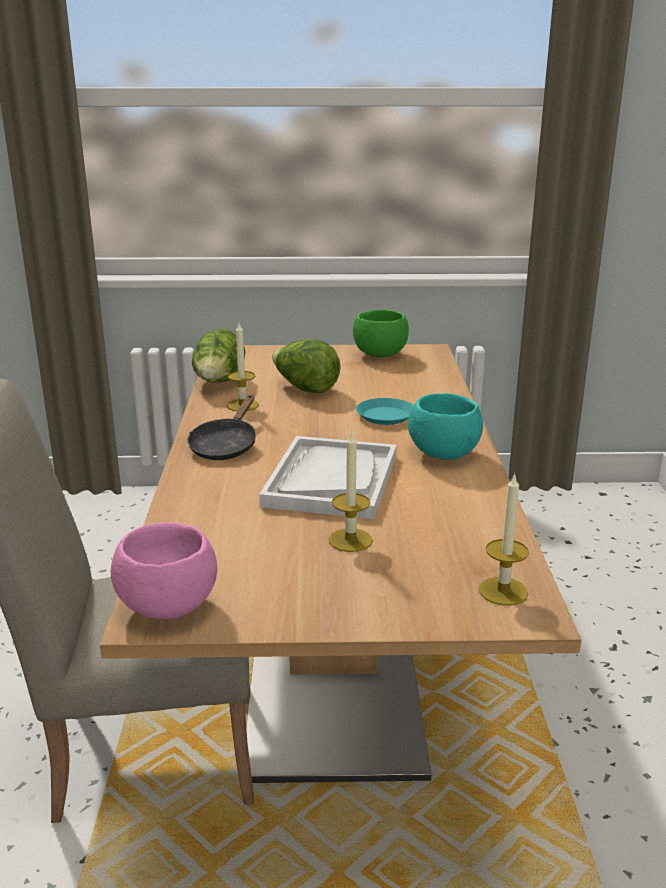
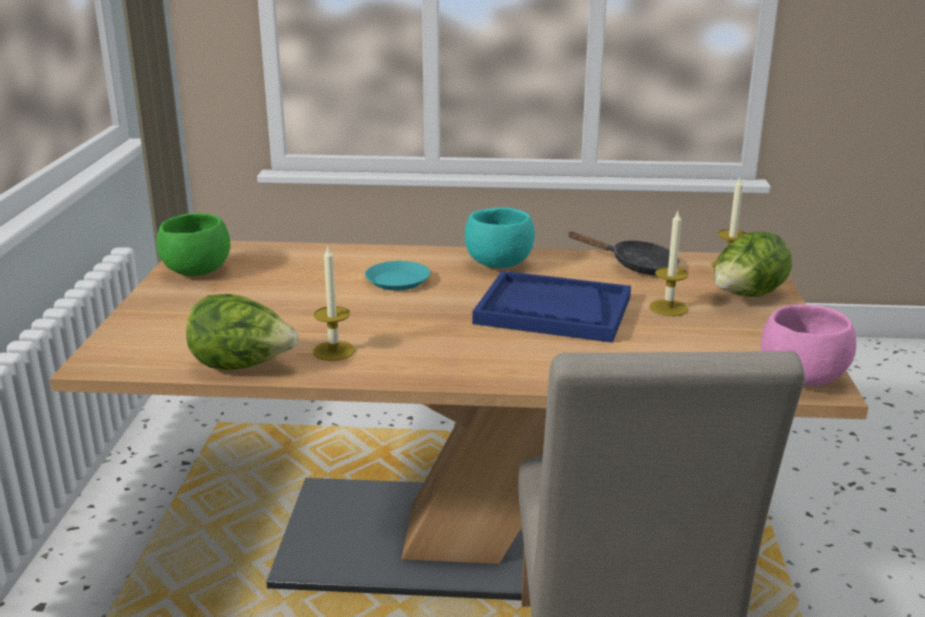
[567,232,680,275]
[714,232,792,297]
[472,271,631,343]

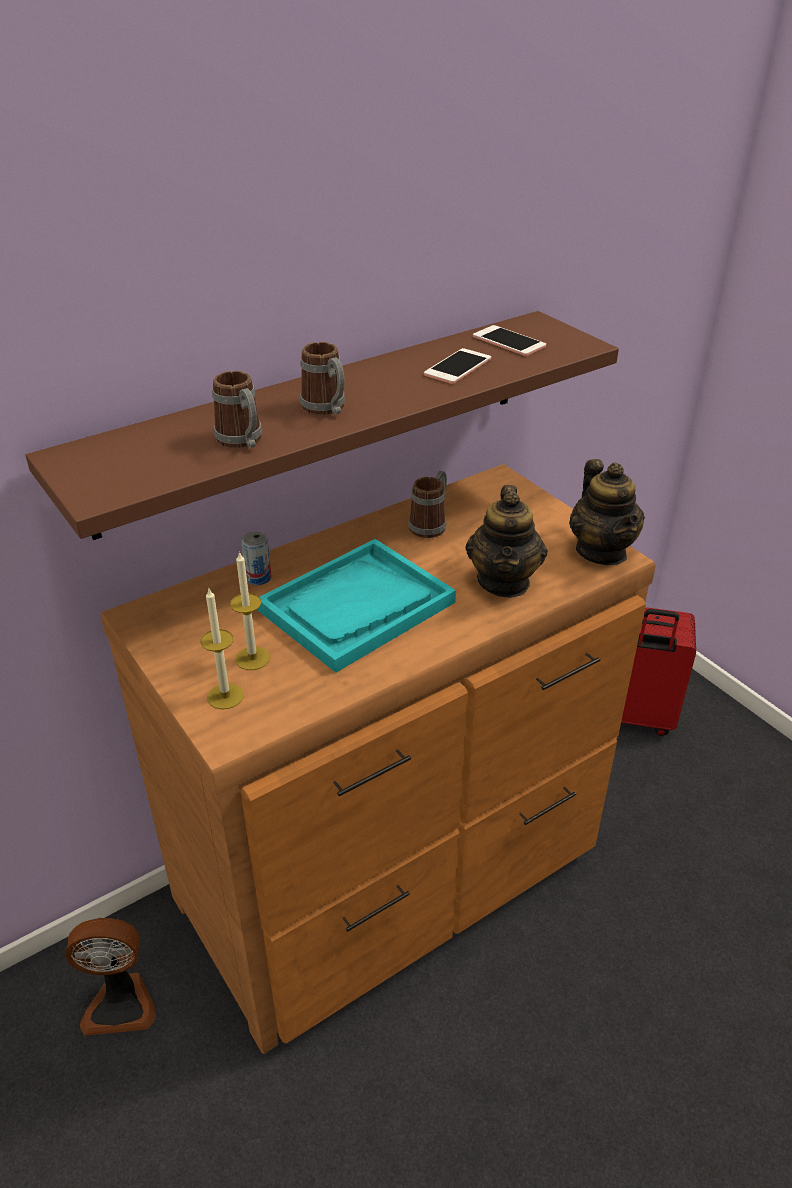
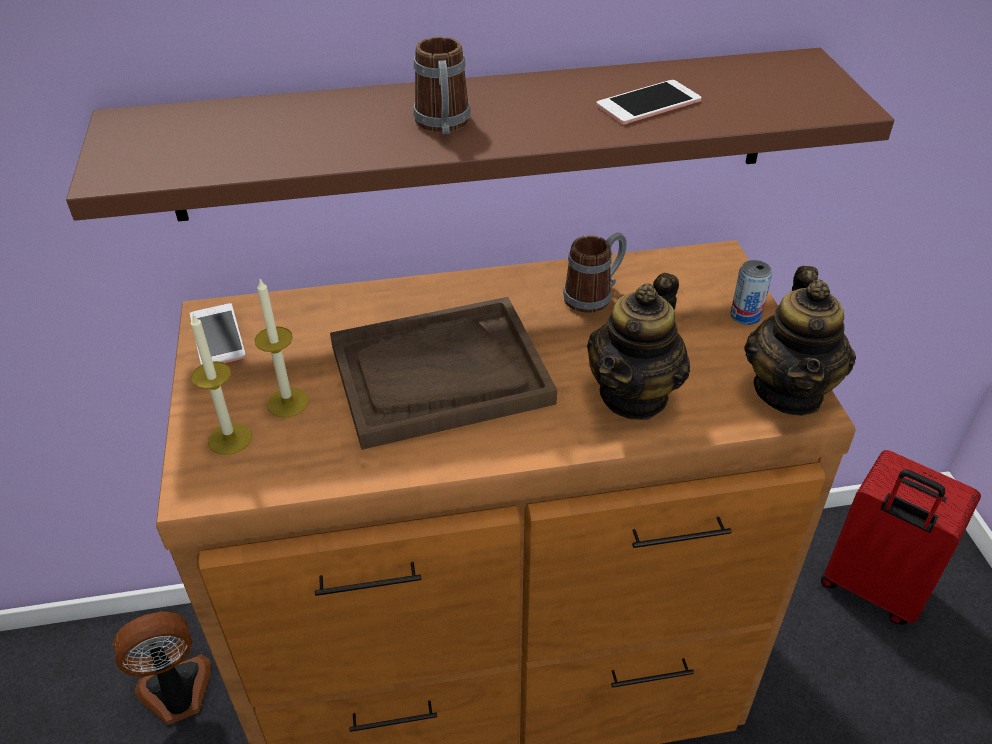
[212,371,262,448] (first image)
[730,260,772,325]
[190,303,246,365]
[330,297,557,450]
[113,612,211,725]

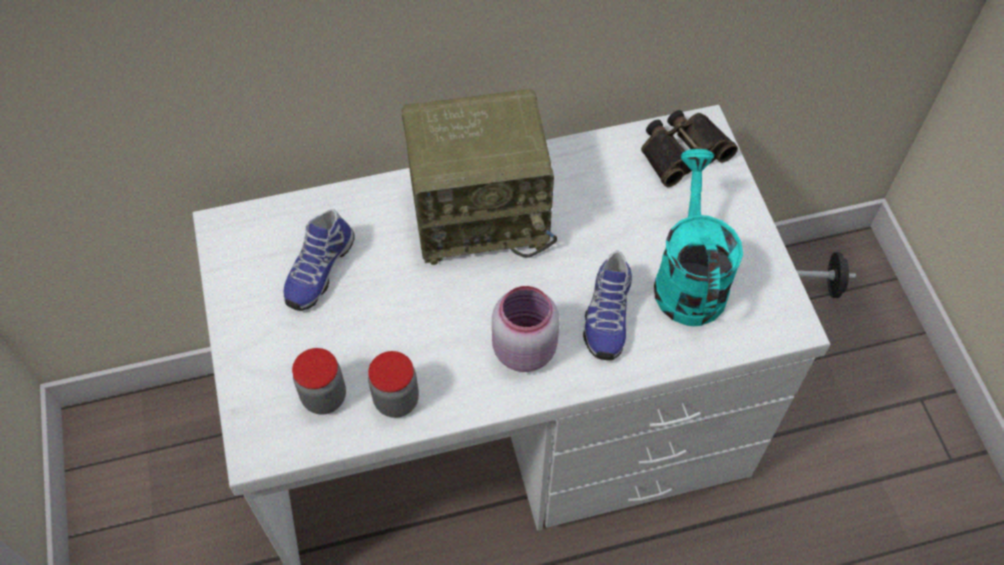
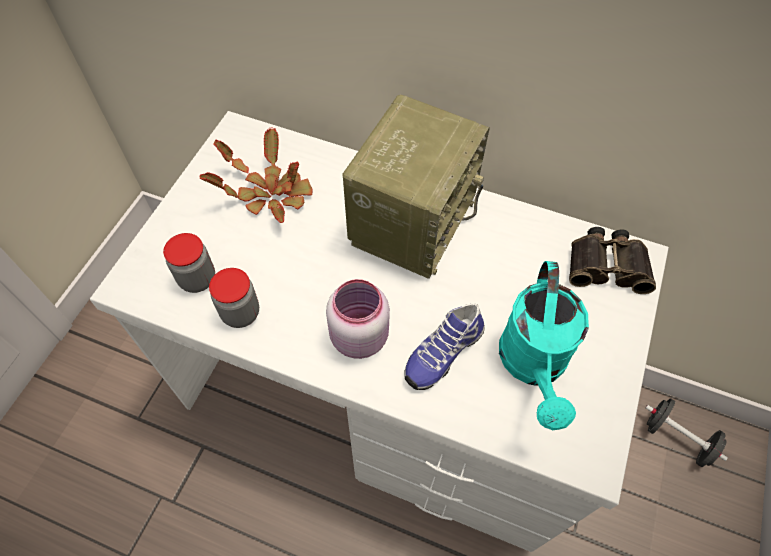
[199,127,313,223]
[343,95,490,279]
[499,261,589,430]

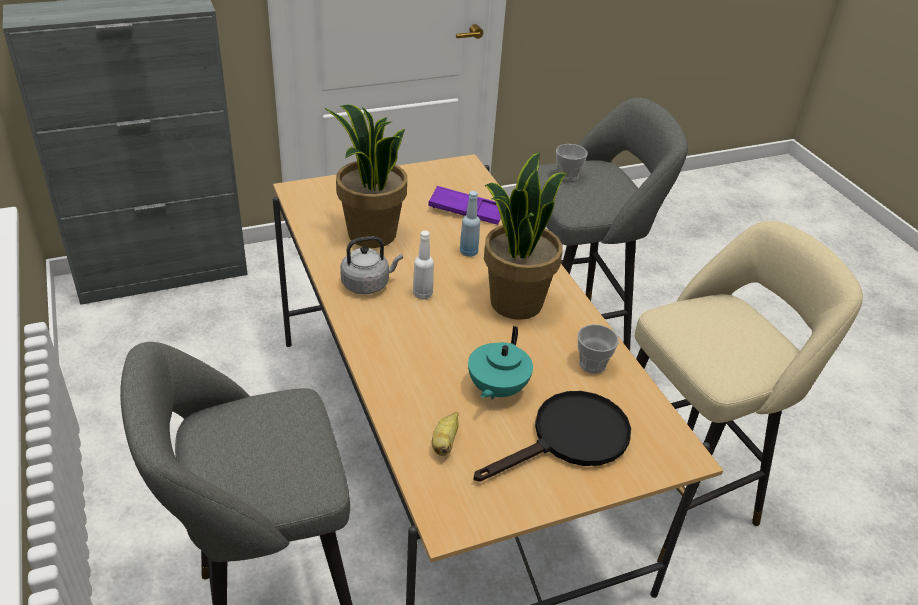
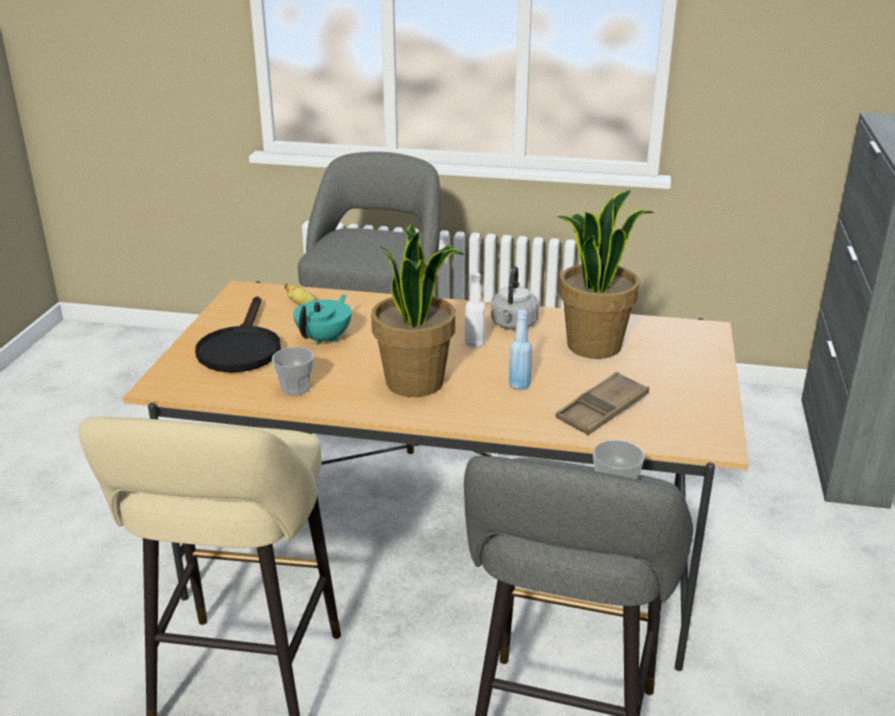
[556,372,649,435]
[293,294,352,345]

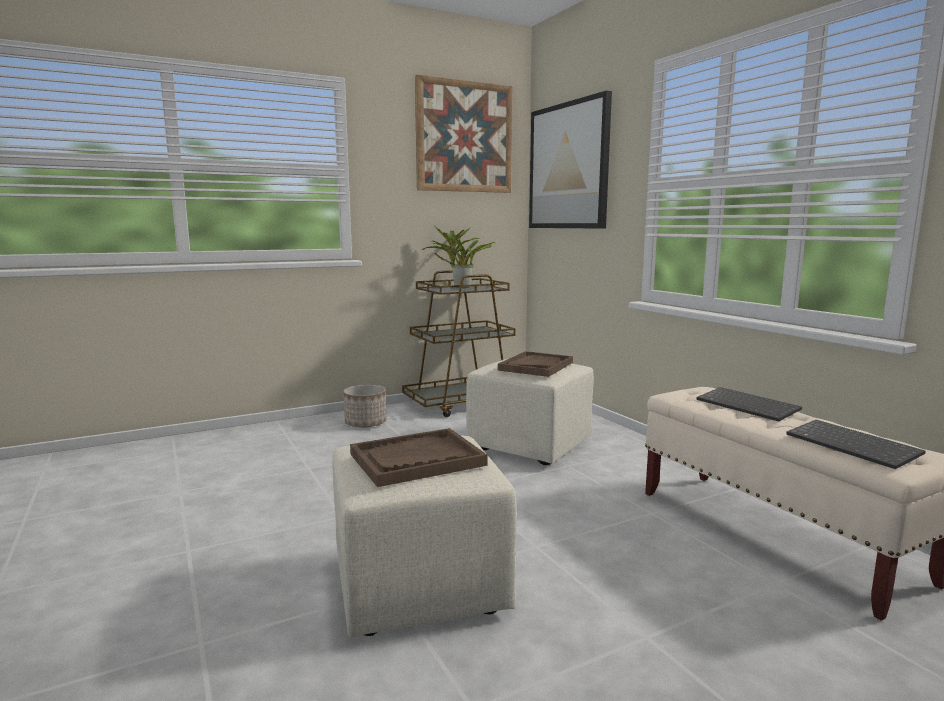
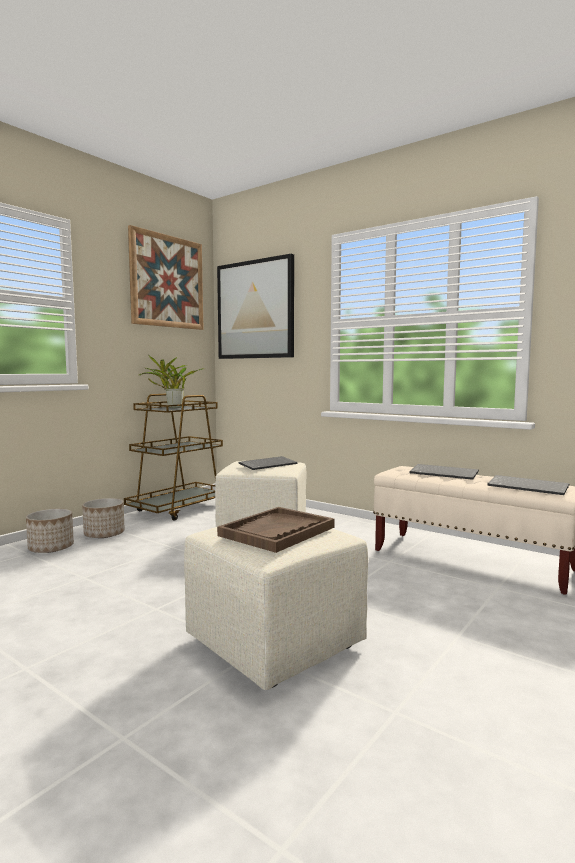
[26,509,74,553]
[239,456,298,470]

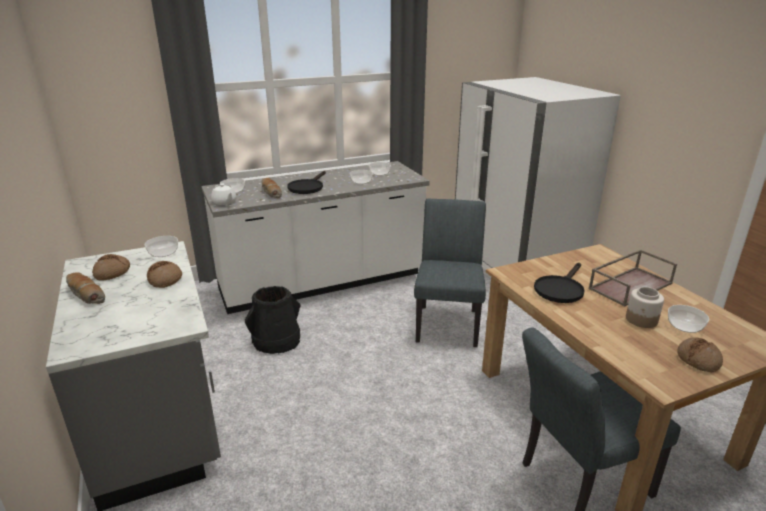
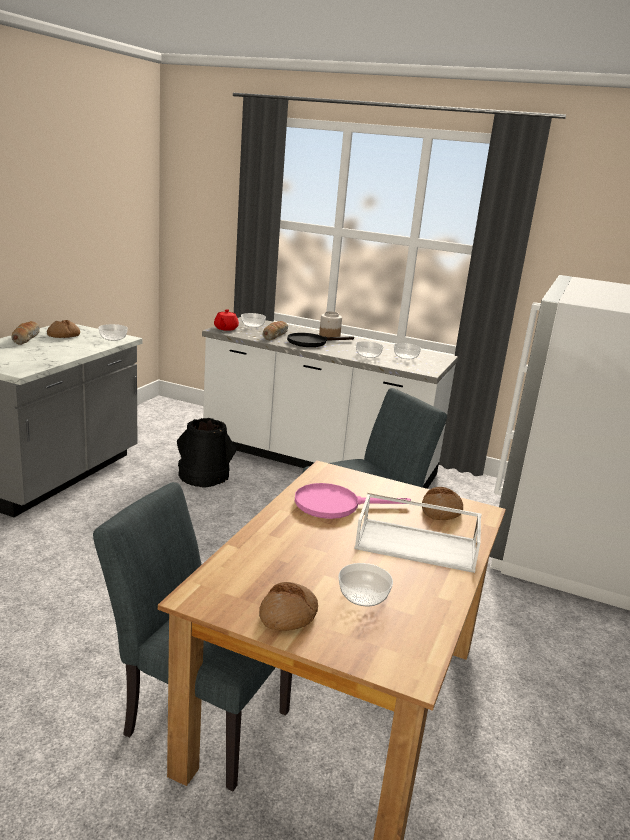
[422,487,463,520]
[319,311,342,337]
[214,309,239,331]
[295,483,411,519]
[354,493,482,573]

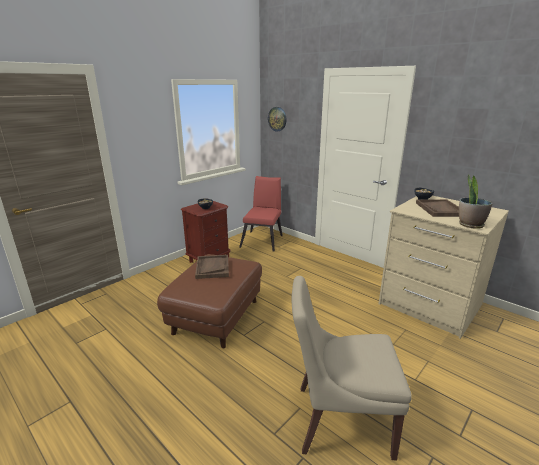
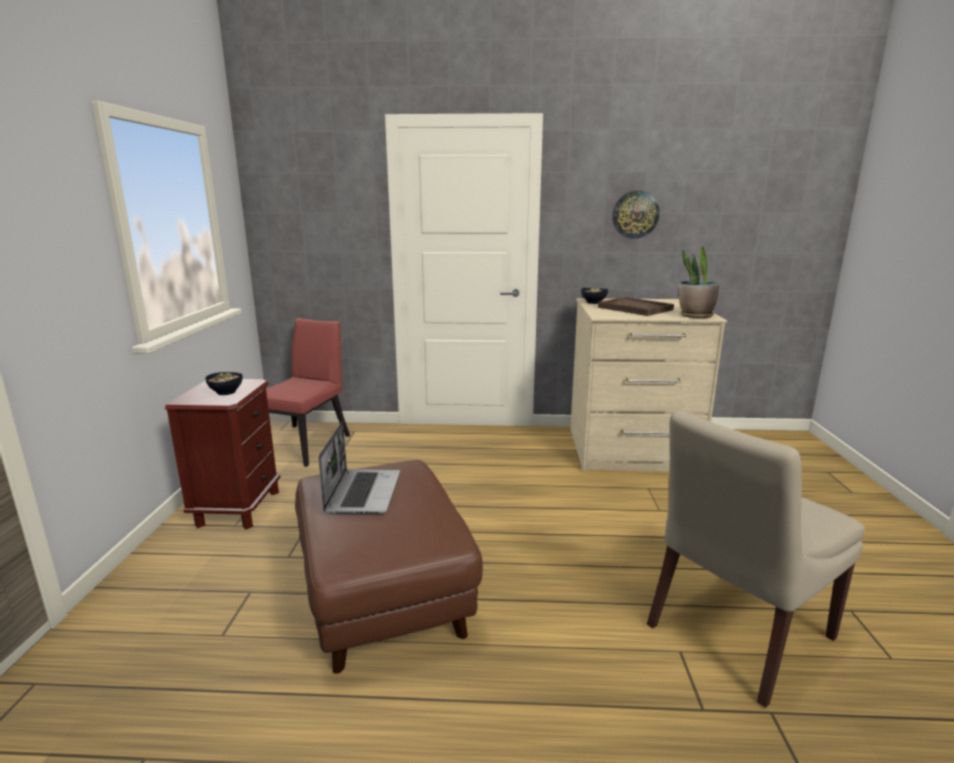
[612,191,660,238]
[318,422,400,514]
[266,318,350,467]

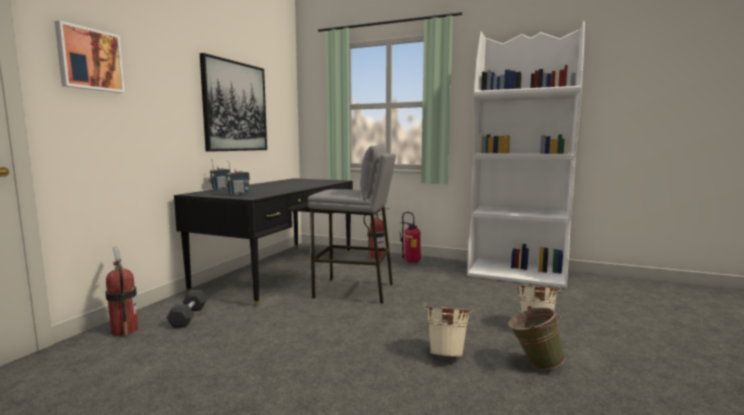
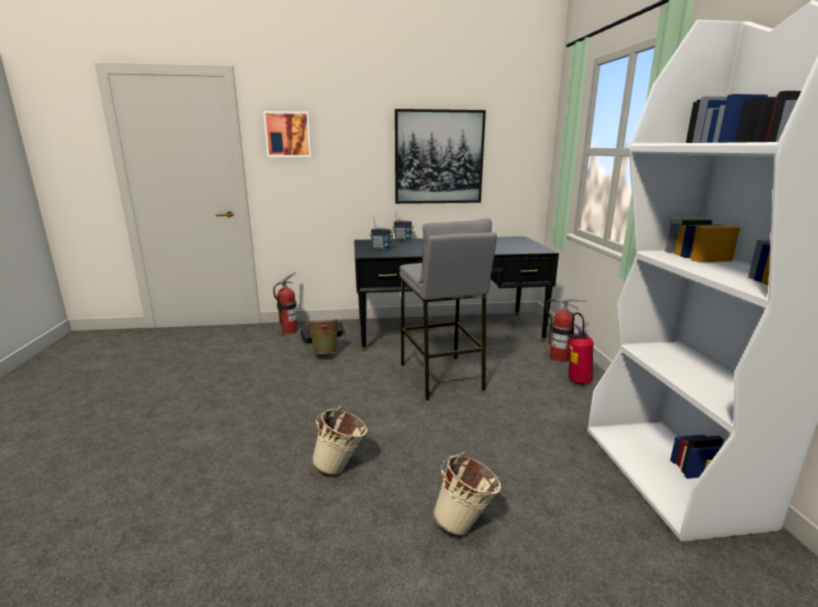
[306,319,340,354]

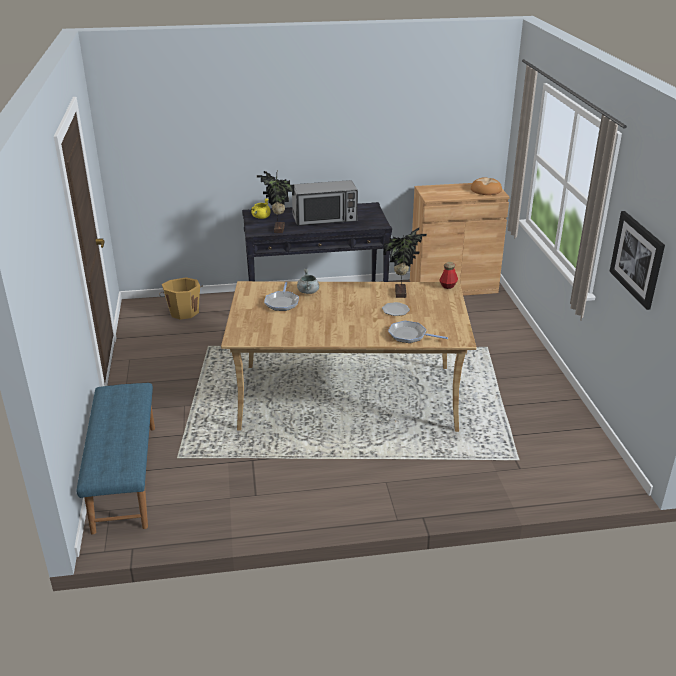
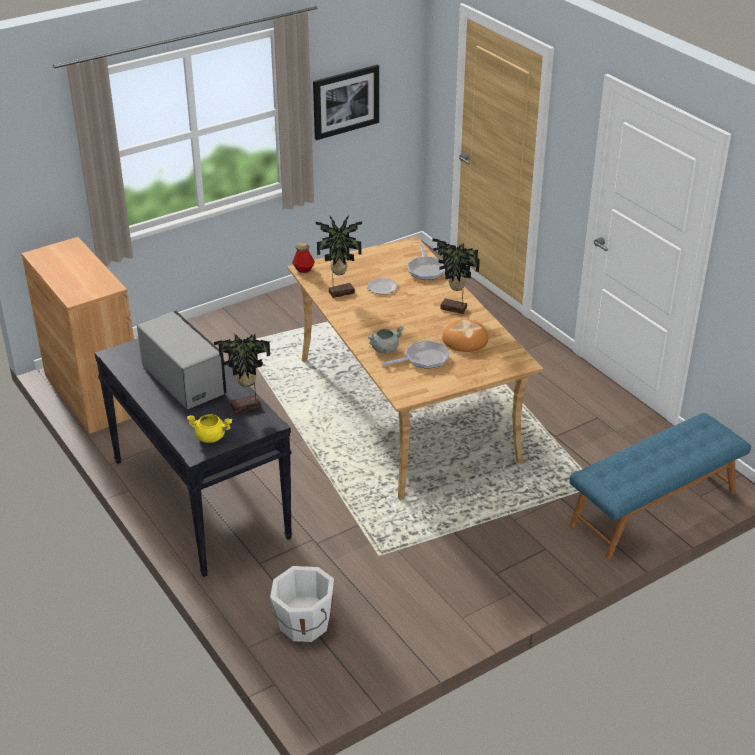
[432,238,480,314]
[442,319,488,352]
[270,566,334,642]

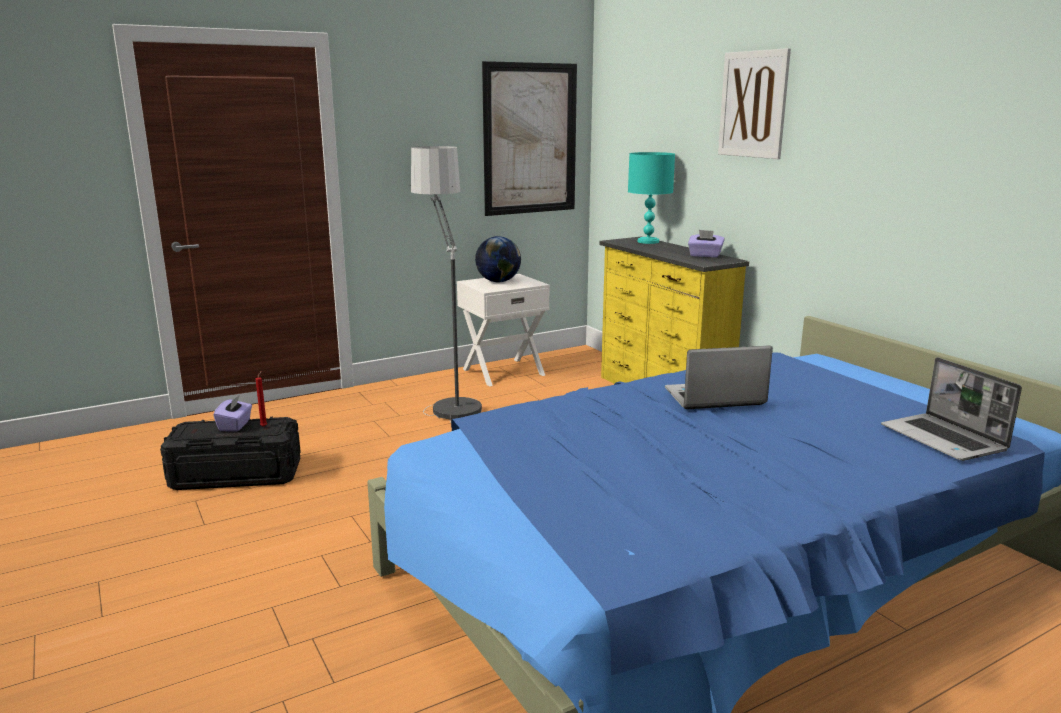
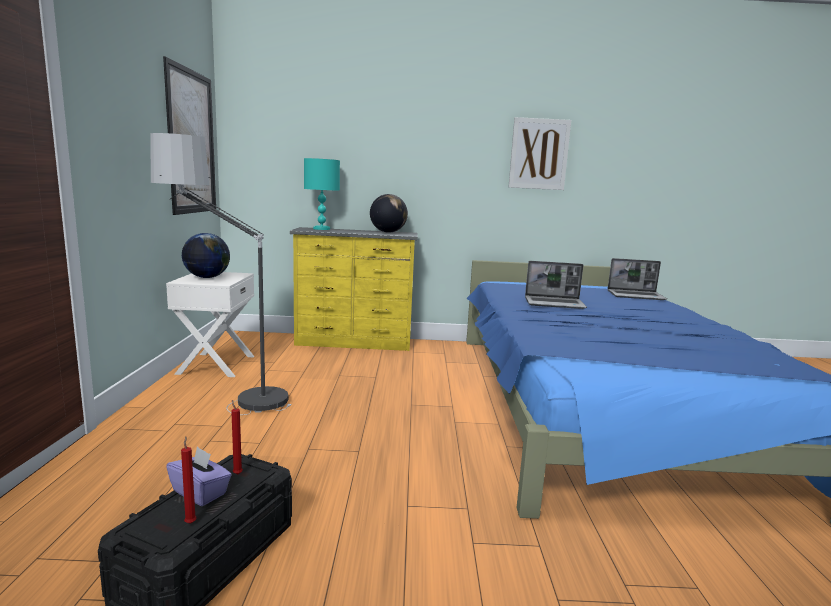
[181,436,197,524]
[508,117,571,190]
[370,194,408,233]
[525,261,587,309]

